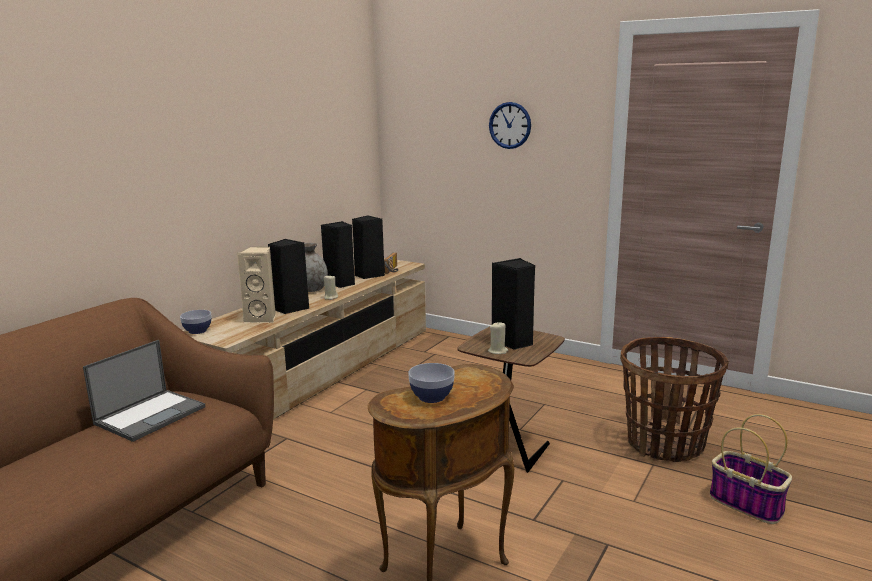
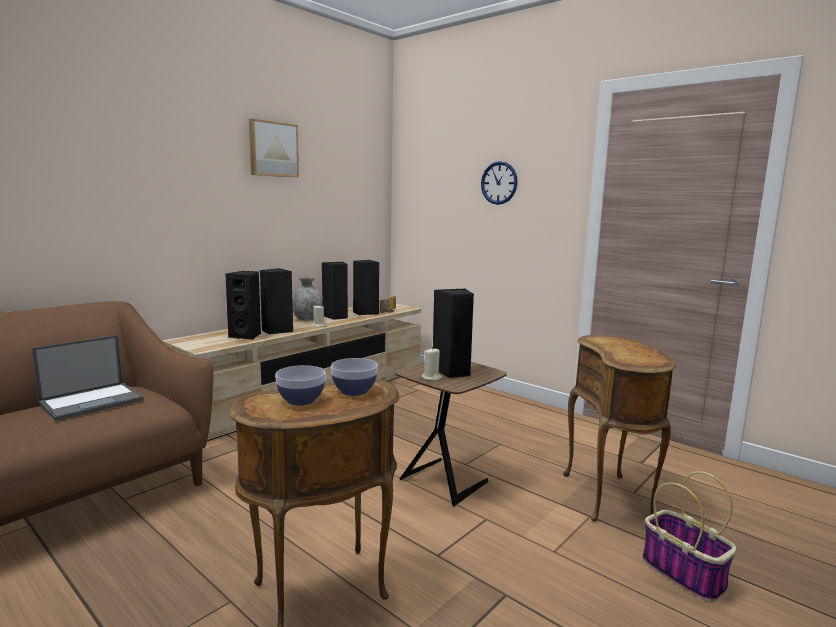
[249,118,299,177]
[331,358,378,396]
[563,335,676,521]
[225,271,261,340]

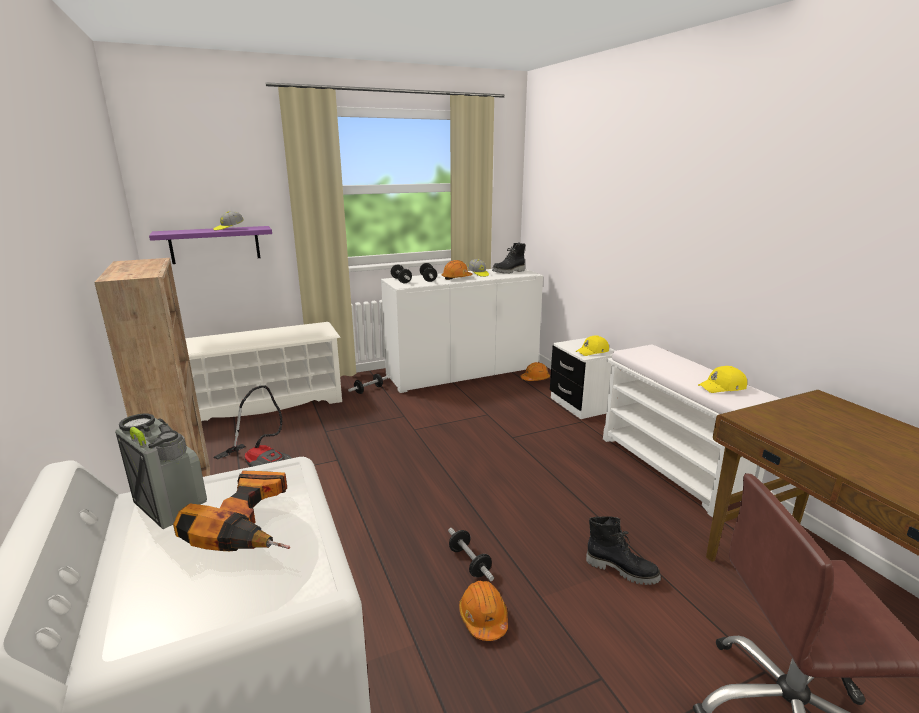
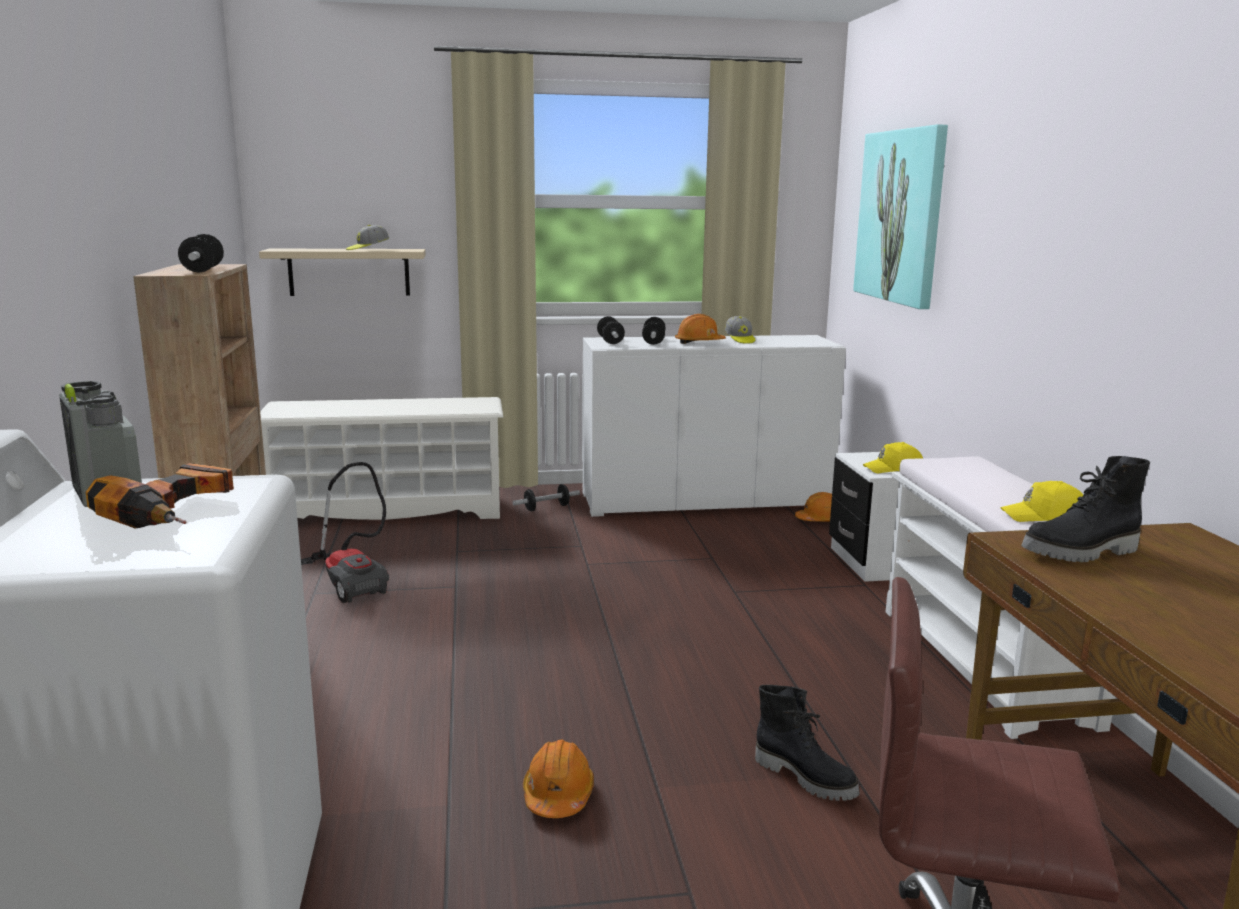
[853,124,948,309]
[178,234,224,273]
[1021,456,1150,562]
[259,249,426,296]

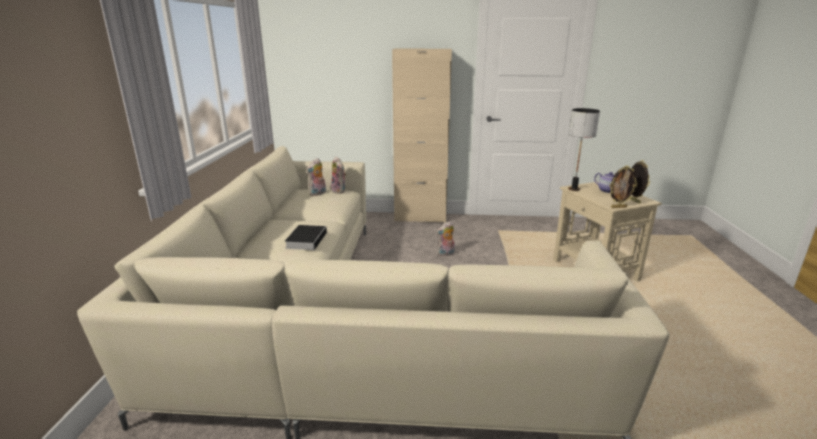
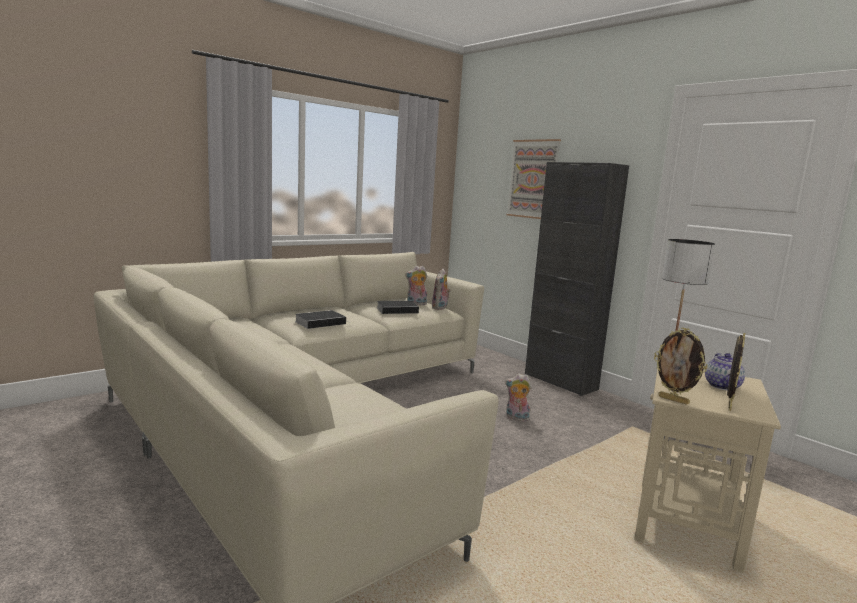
[377,301,419,314]
[507,139,561,219]
[525,162,629,396]

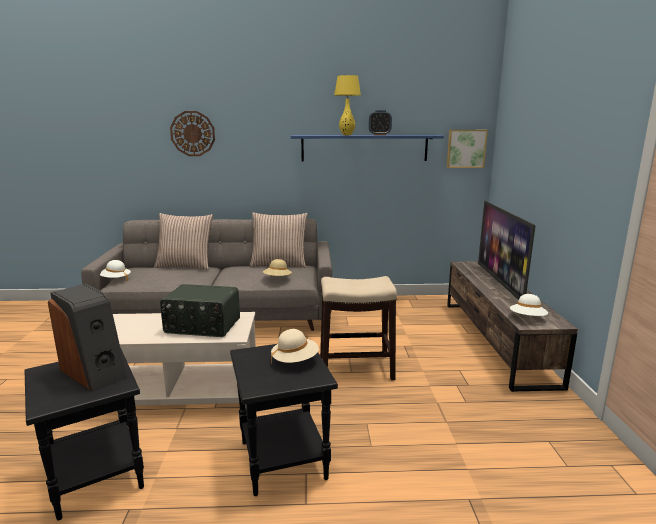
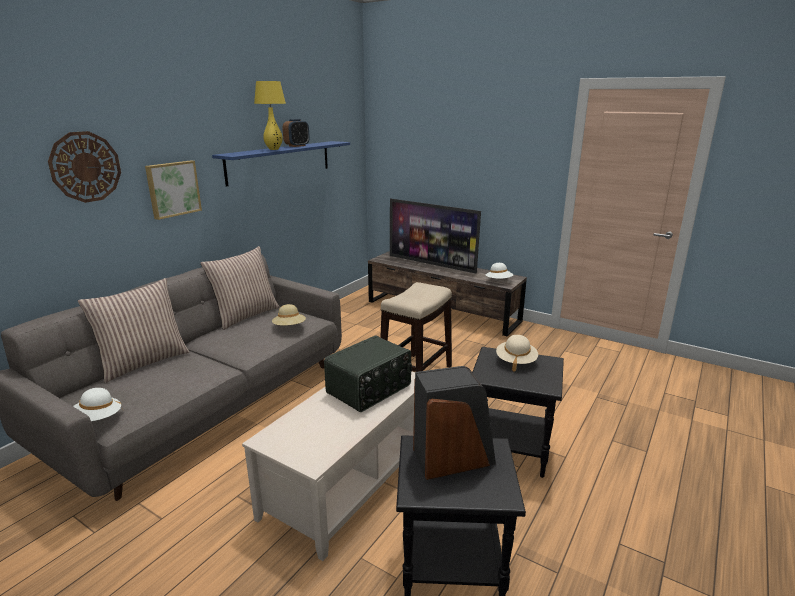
[145,161,202,220]

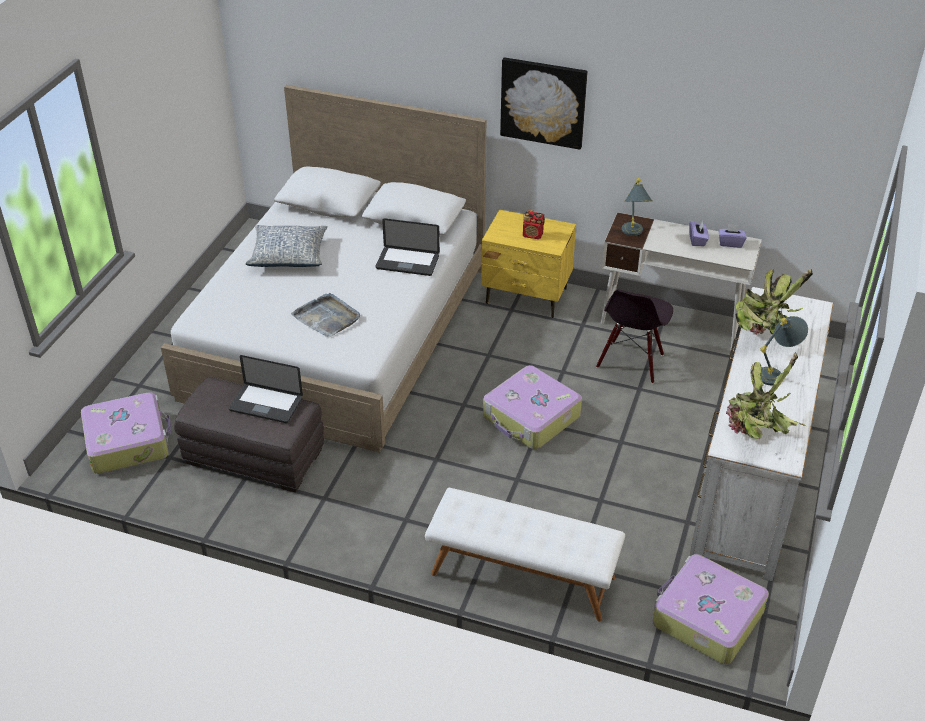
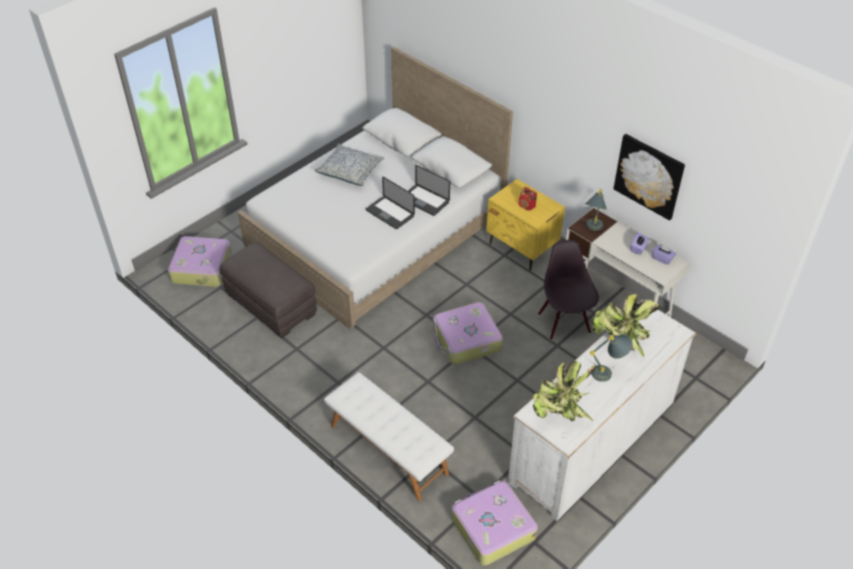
[291,293,360,338] (first image)
[366,176,415,229]
[613,134,685,221]
[538,240,599,340]

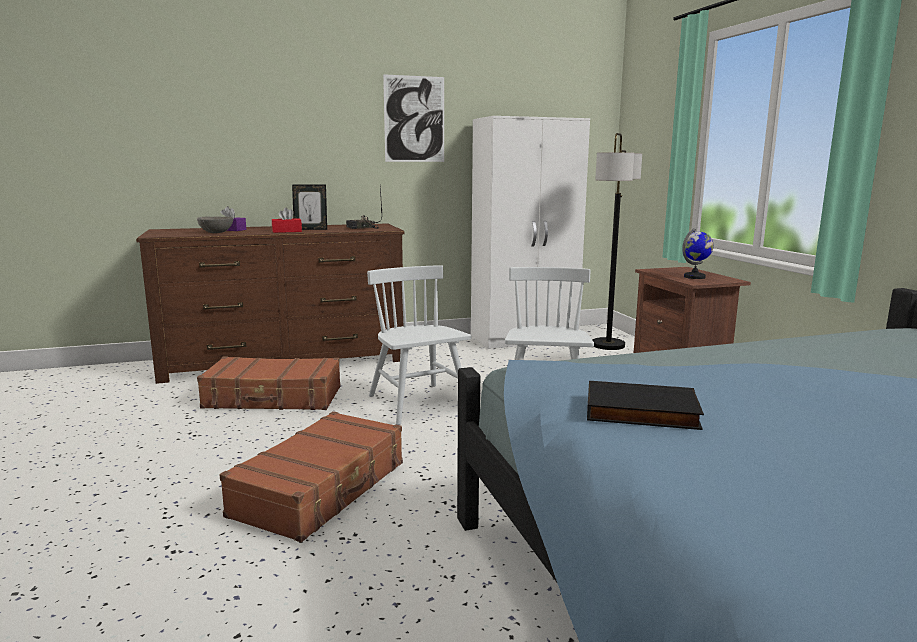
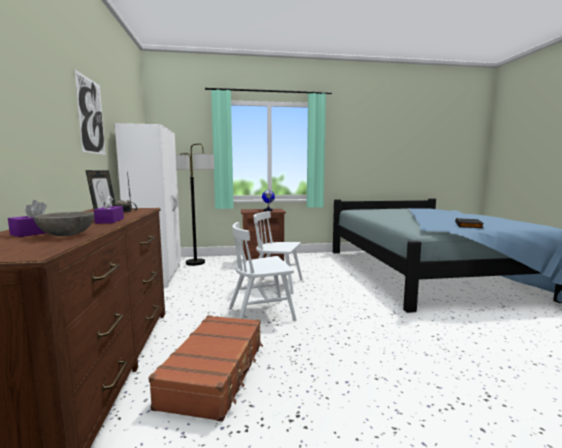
[220,411,403,542] (first image)
[94,195,124,224]

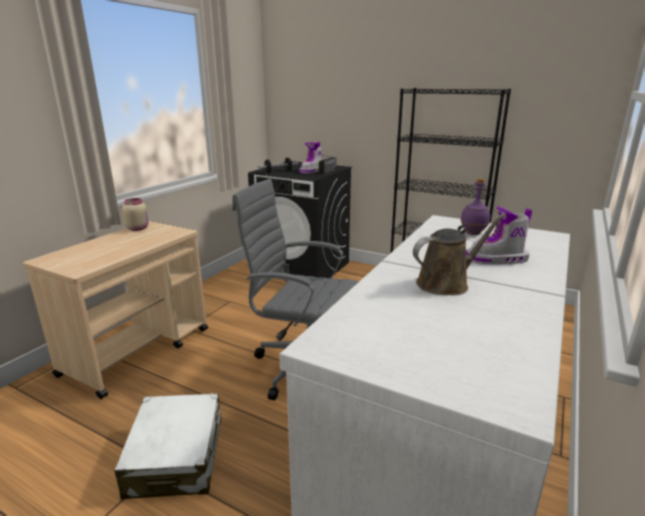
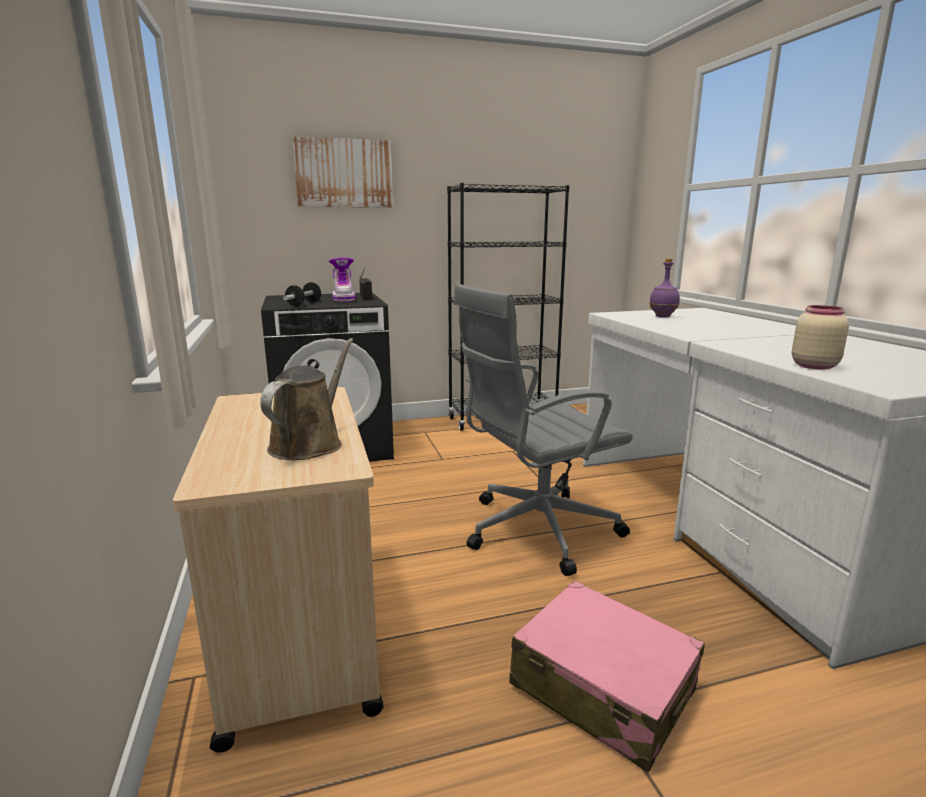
[466,206,532,264] (first image)
[292,136,393,208]
[792,305,849,369]
[260,338,354,460]
[509,580,705,773]

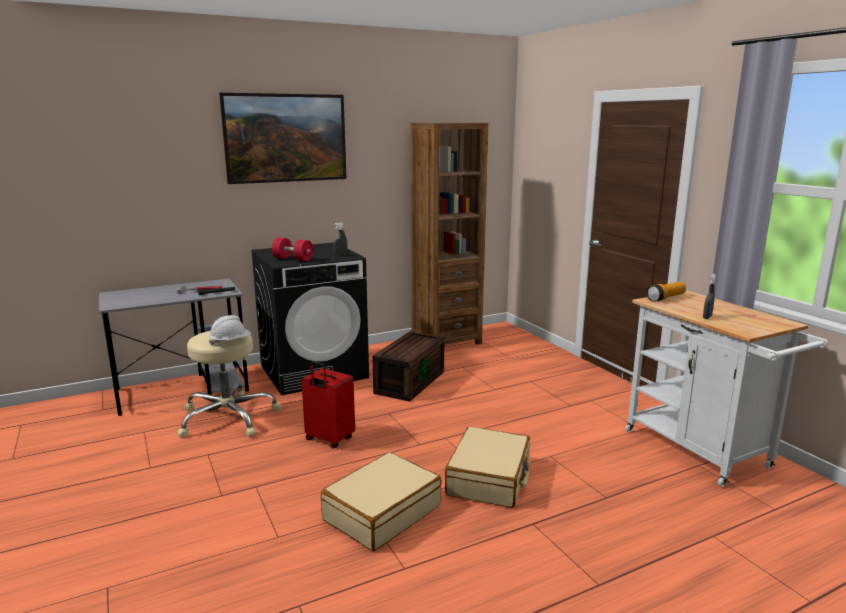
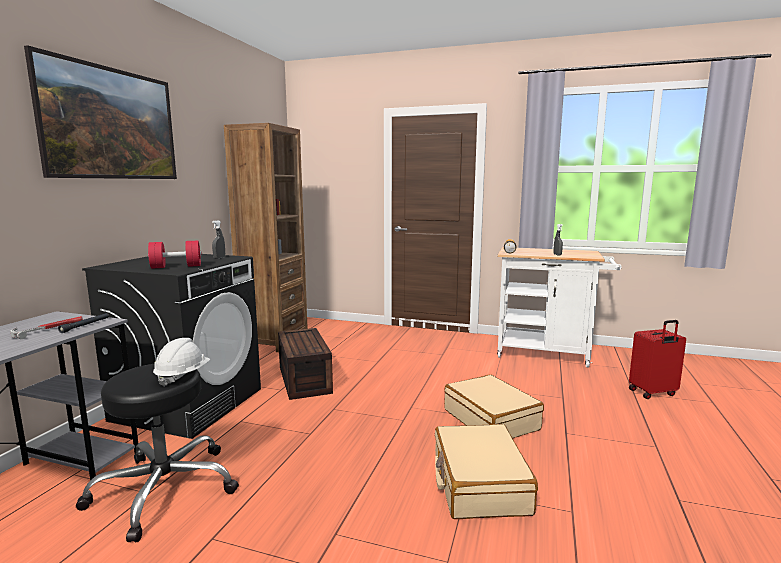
[629,320,686,399]
[76,364,239,542]

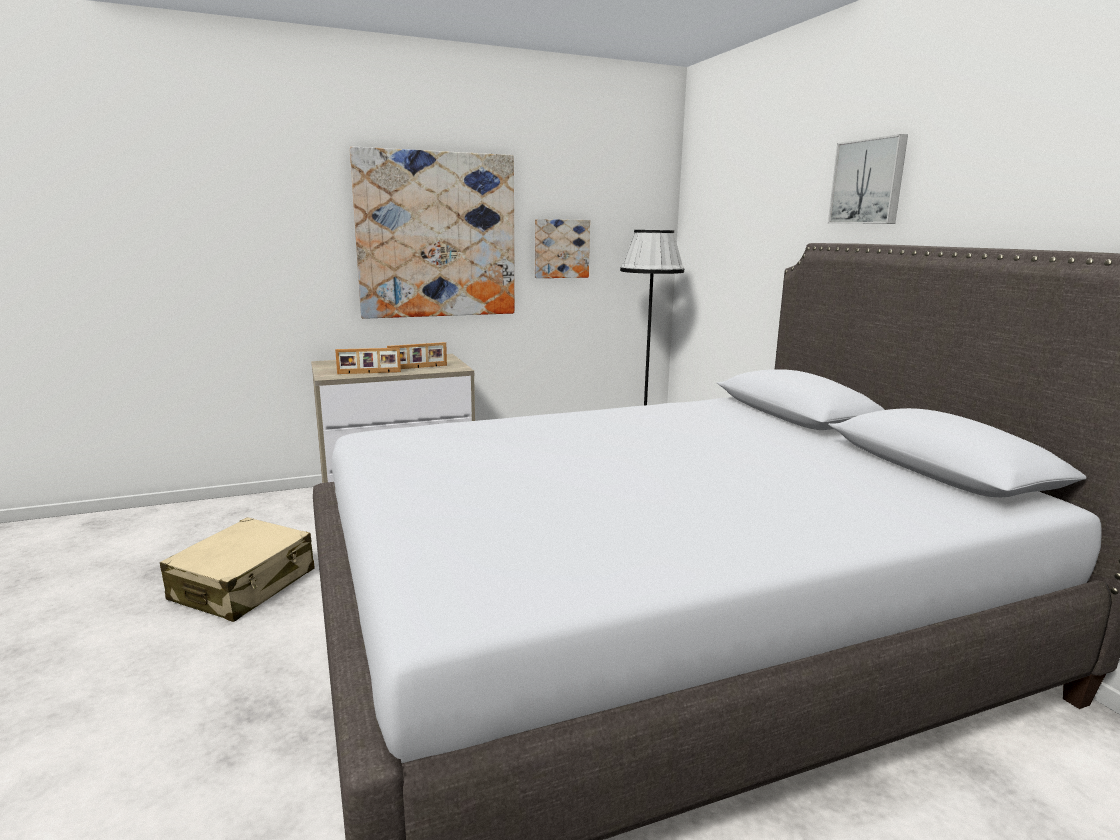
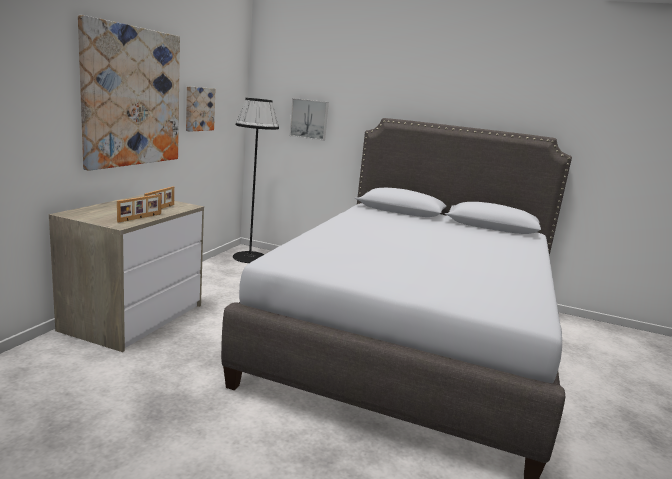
[160,517,314,622] (first image)
[289,98,329,141]

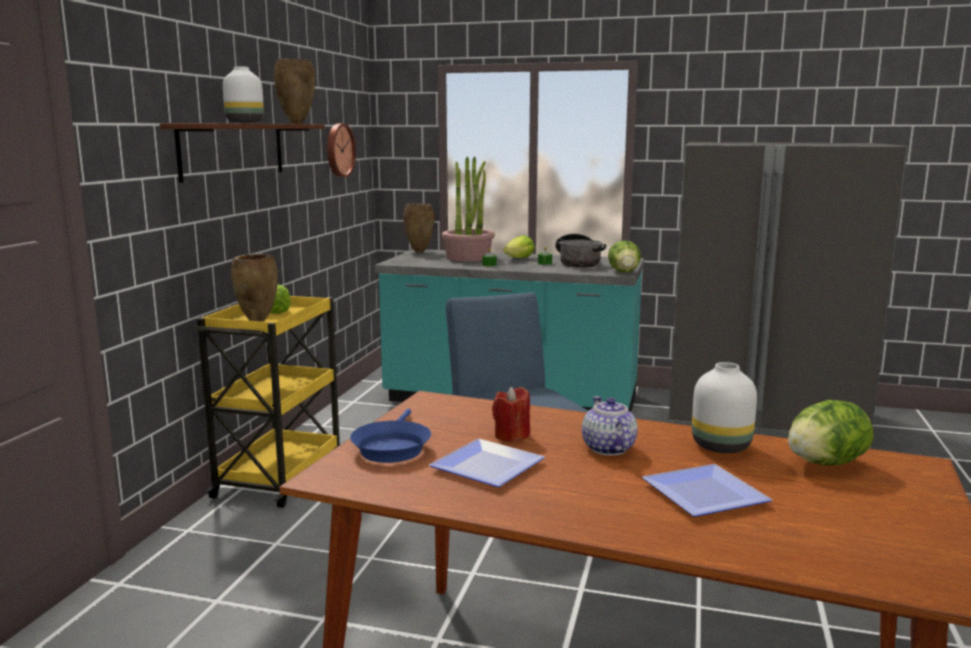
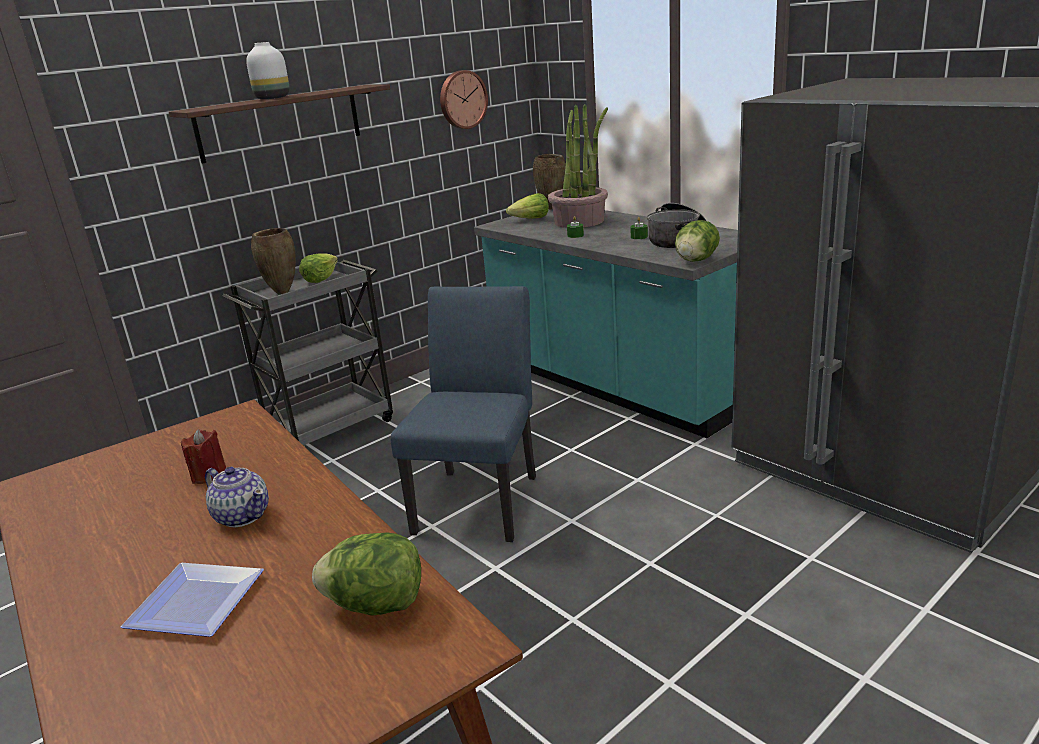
[274,59,315,124] (first image)
[350,409,431,463] (first image)
[429,439,545,487] (first image)
[692,362,757,453] (first image)
[506,193,549,218]
[223,260,393,446]
[205,467,269,527]

